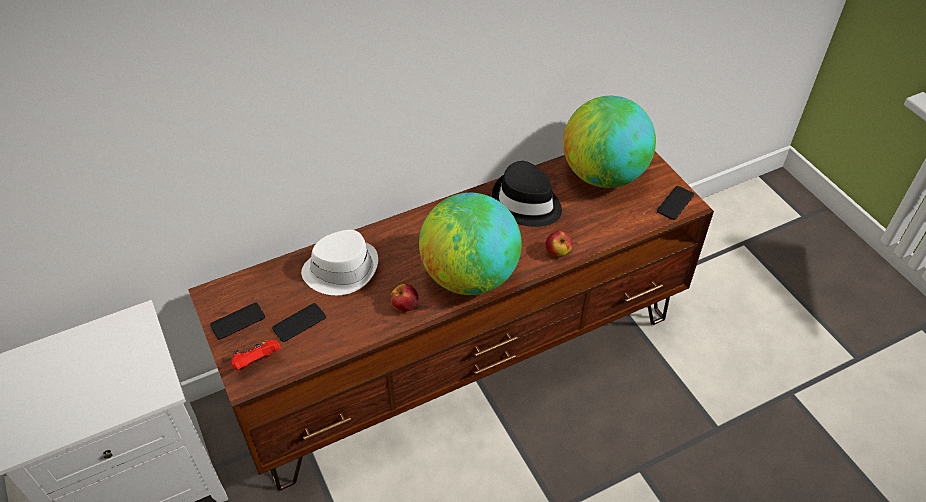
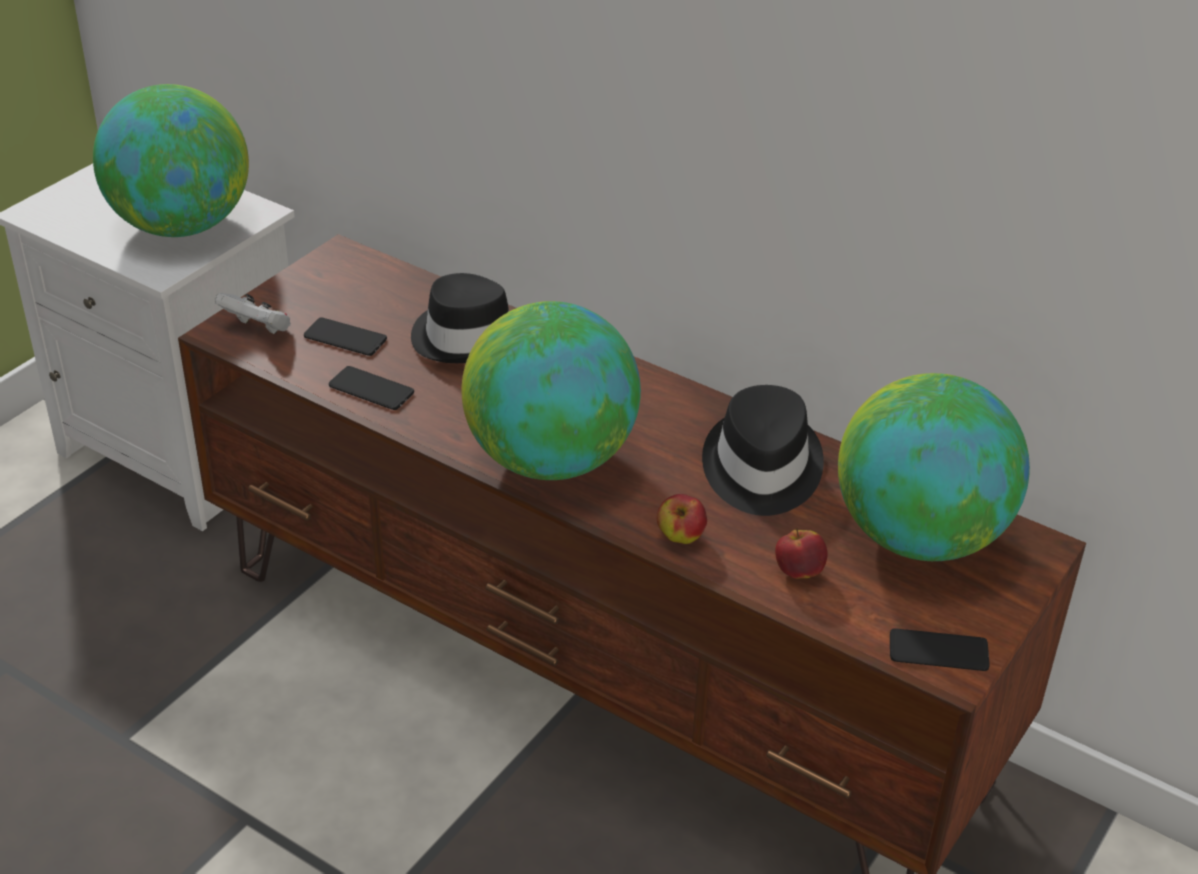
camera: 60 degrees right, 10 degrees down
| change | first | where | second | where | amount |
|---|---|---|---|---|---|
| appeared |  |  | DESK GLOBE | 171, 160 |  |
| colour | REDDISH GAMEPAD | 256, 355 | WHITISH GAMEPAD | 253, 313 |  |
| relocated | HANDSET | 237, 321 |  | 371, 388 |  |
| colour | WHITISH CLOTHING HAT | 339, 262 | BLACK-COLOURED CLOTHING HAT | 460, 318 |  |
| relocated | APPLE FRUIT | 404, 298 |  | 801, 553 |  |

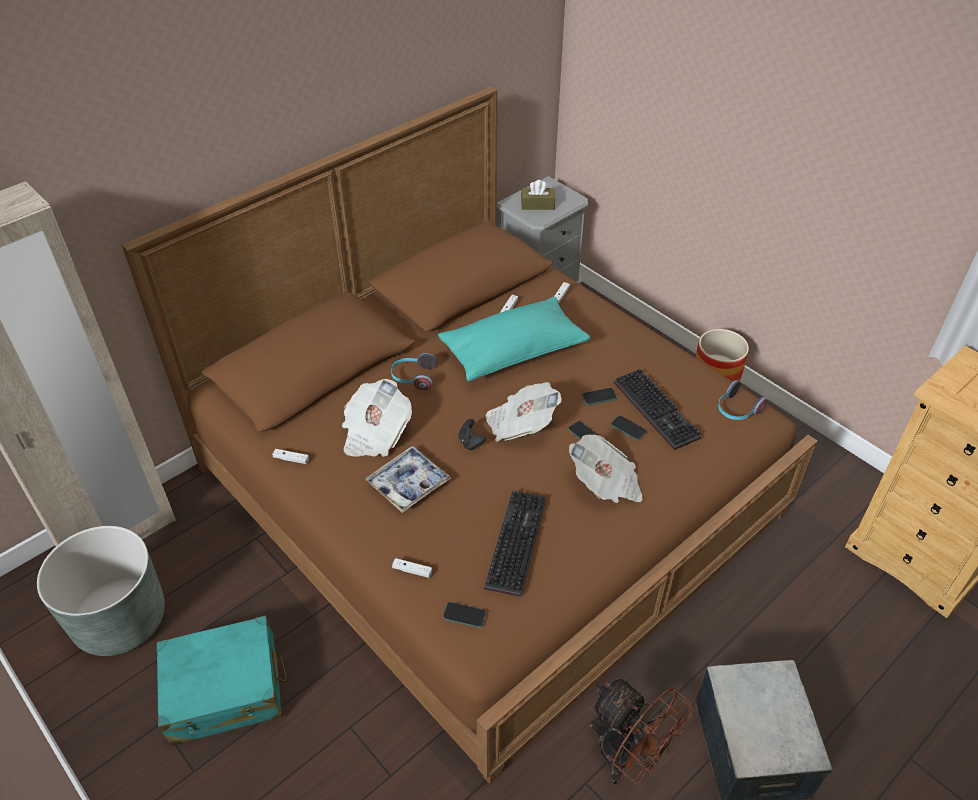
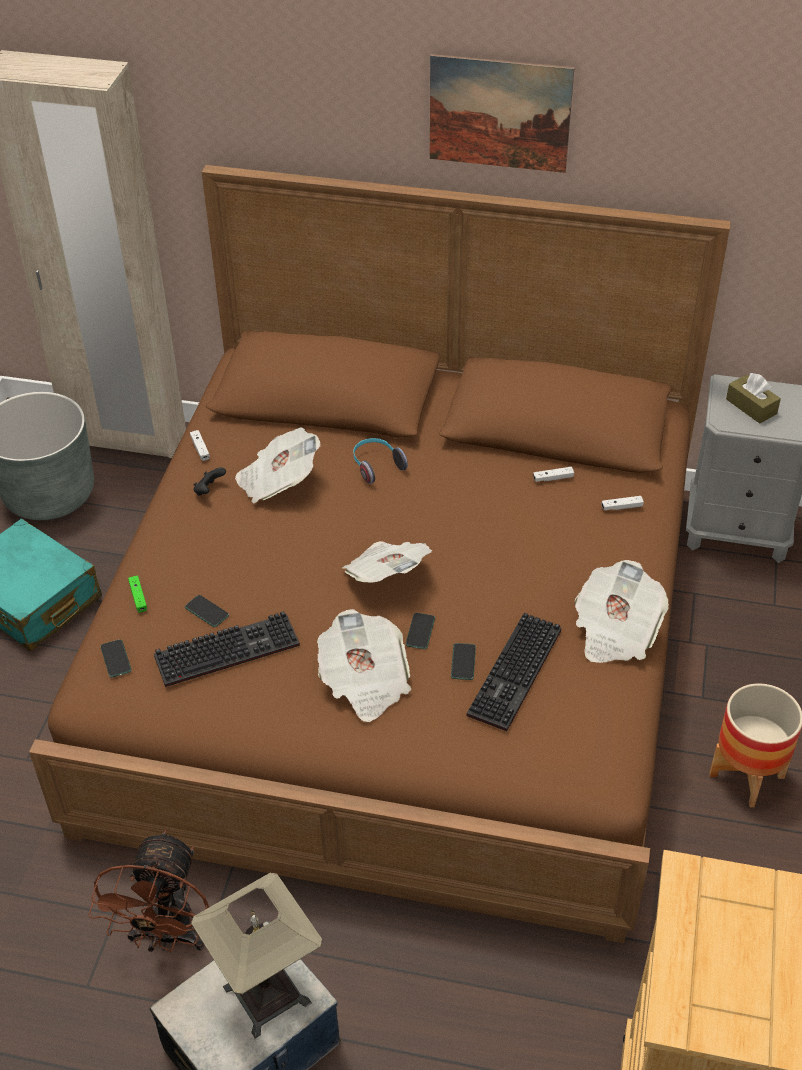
camera: 55 degrees right, 0 degrees up
| change | first | where | second | where | amount |
|---|---|---|---|---|---|
| colour | WHITISH GAMEPAD | 412, 568 | GREEN GAMEPAD | 137, 593 |  |
| relocated | HANDSET | 599, 396 |  | 207, 611 |  |
| appeared |  |  | LAMP FOR A TABLE | 256, 955 |  |
| relocated | BLACK-COLOURED GAMEPAD | 472, 434 |  | 209, 481 |  |
| appeared |  |  | WALL PICTURE | 502, 113 |  |
| appeared |  |  | DAILY PAPER | 621, 611 |  |
| missing | TRAY | 408, 479 |  |  |  |
| missing | BLUE-GREEN THROW PILLOW | 514, 339 |  |  |  |
| missing | HEADPHONES | 742, 400 |  |  |  |

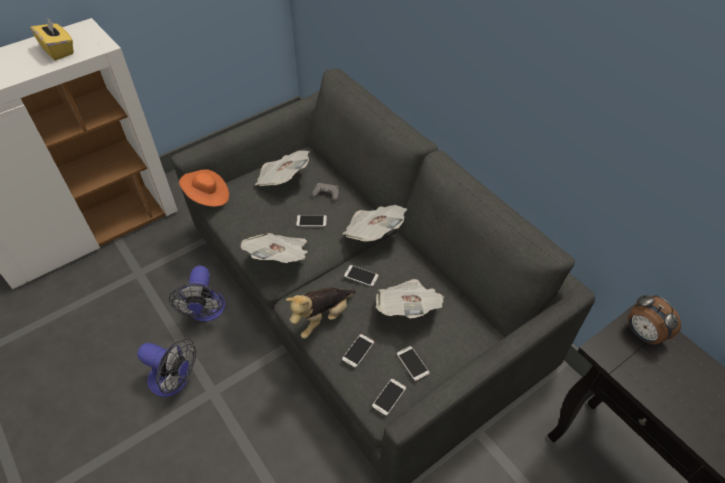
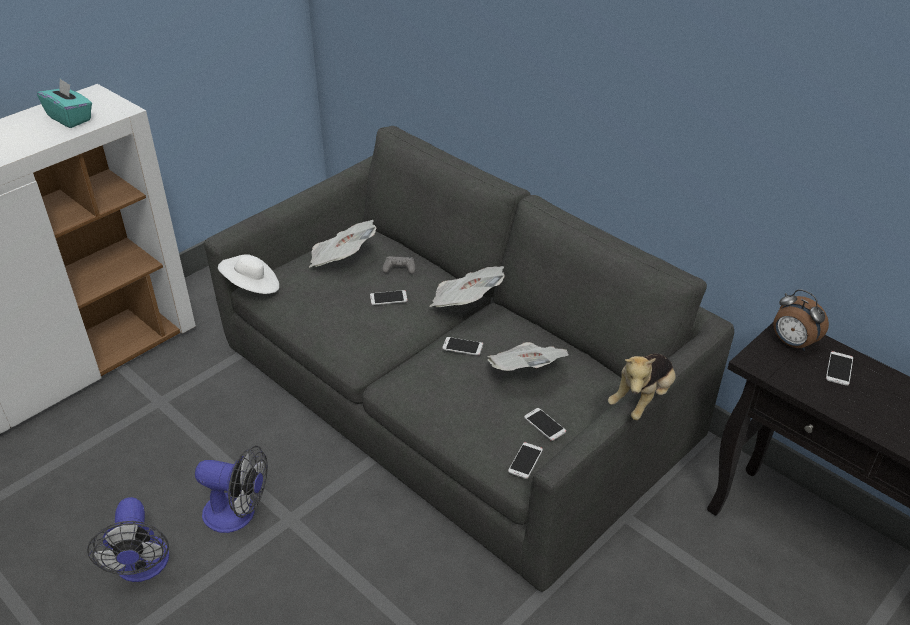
camera: 10 degrees left, 10 degrees down
| change | first | where | second | where | amount |
|---|---|---|---|---|---|
| colour | YELLOW-COLOURED TISSUE HOLDER | 52, 38 | BLUE-GREEN TISSUE HOLDER | 64, 103 |  |
| relocated | COOLING FAN | 197, 294 |  | 128, 539 |  |
| colour | ORANGE CLOTHING HAT | 204, 188 | WHITISH CLOTHING HAT | 248, 274 |  |
| relocated | PLUSH TOY | 320, 313 |  | 642, 386 |  |
| relocated | HANDSET | 358, 351 |  | 839, 368 |  |
| missing | DAILY PAPER | 274, 248 |  |  |  |

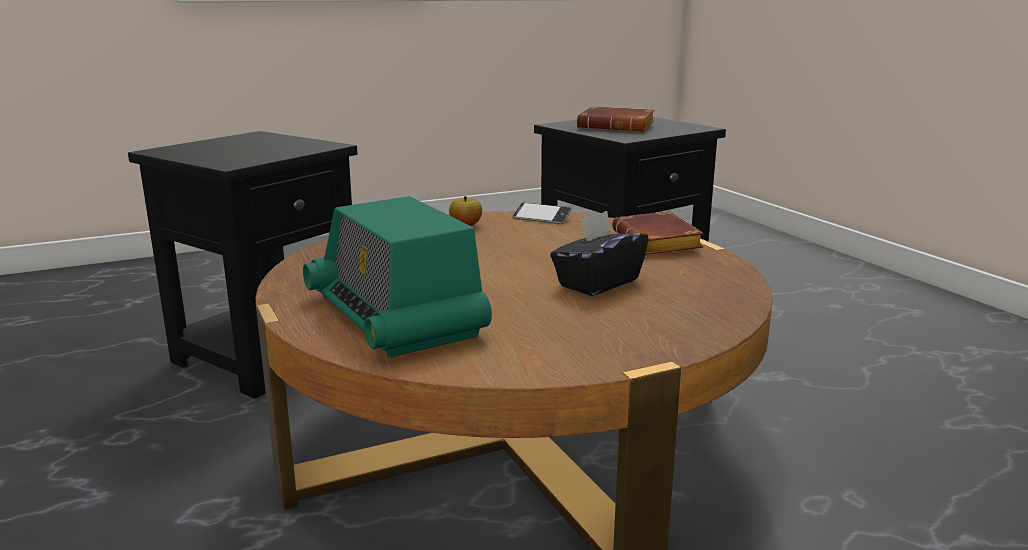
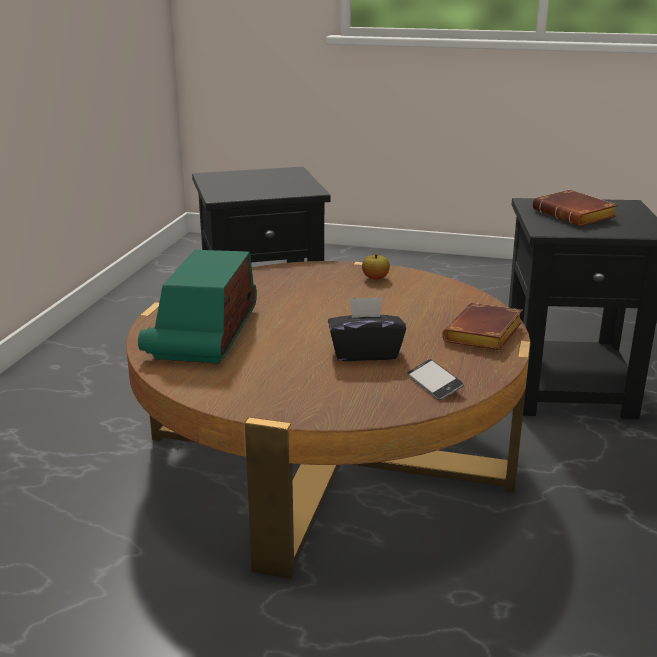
camera: 40 degrees right, 5 degrees up
| change | first | where | second | where | amount |
|---|---|---|---|---|---|
| relocated | HANDSET | 542, 213 |  | 435, 379 |  |

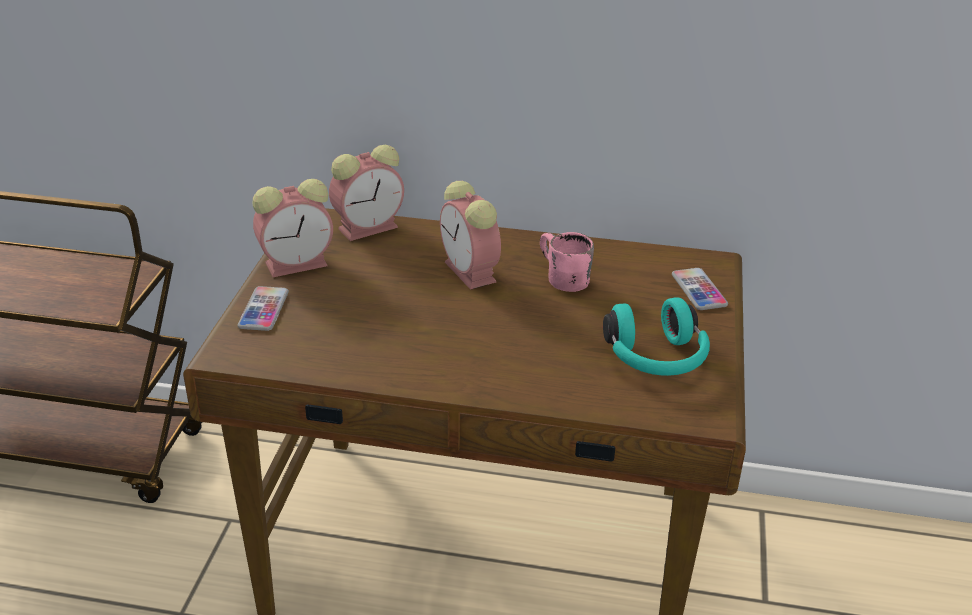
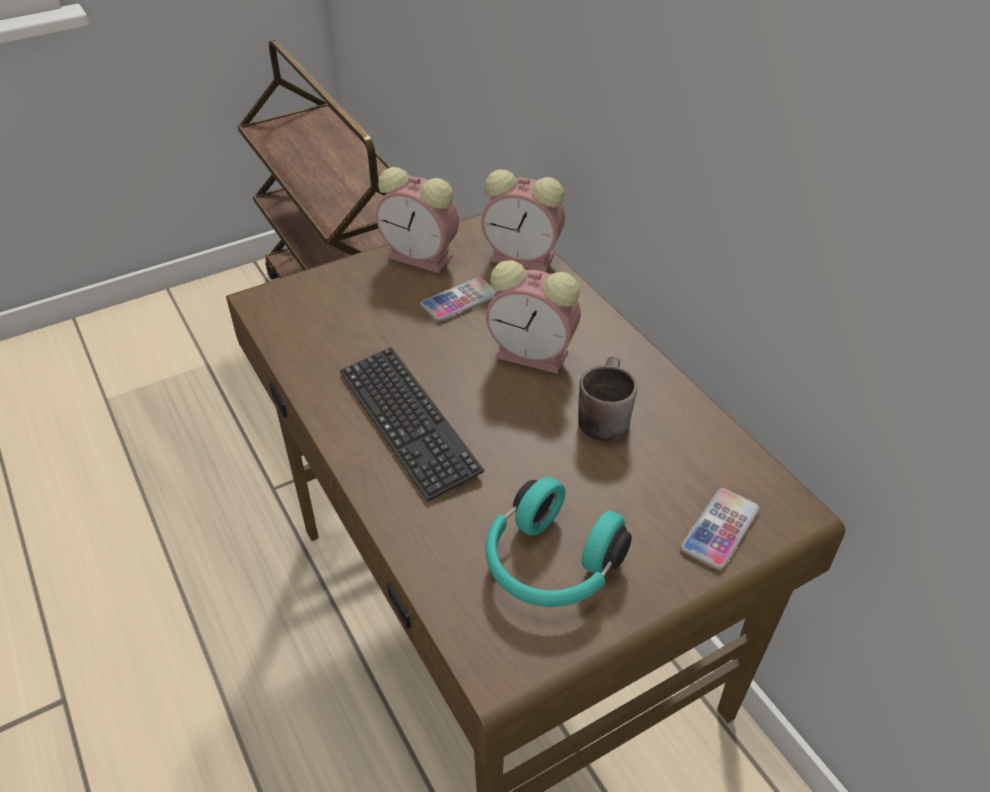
camera: 50 degrees right, 10 degrees up
| change | first | where | second | where | amount |
|---|---|---|---|---|---|
| appeared |  |  | COMPUTER KEYBOARD | 412, 424 |  |
| relocated | HANDSET | 263, 308 |  | 458, 299 |  |
| spun | BEDSIDE CLOCK | 470, 235 |  | 533, 317 | 90 degrees counterclockwise |
| colour | PINK-COLOURED COFFEE MUG | 567, 262 | BROWN COFFEE MUG | 607, 398 |  |

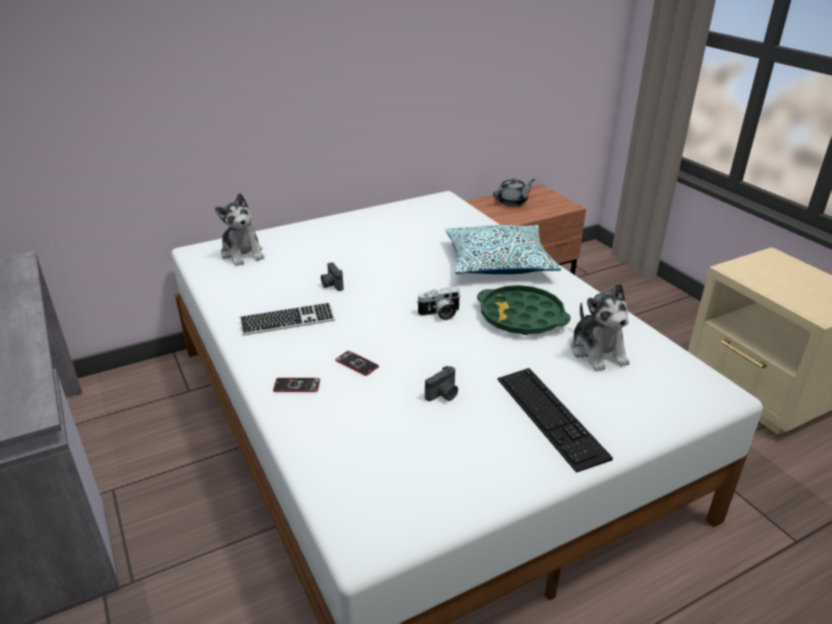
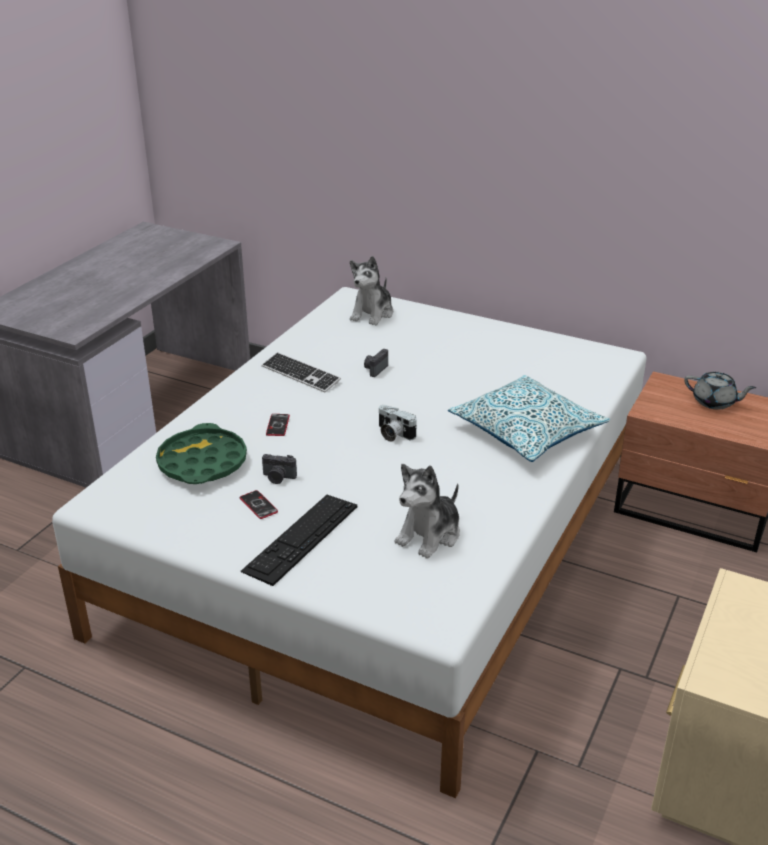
camera: 55 degrees right, 0 degrees up
| change | first | where | second | where | amount |
|---|---|---|---|---|---|
| relocated | GREEN TRAY | 524, 310 |  | 201, 453 |  |
| relocated | HANDSET | 296, 385 |  | 259, 504 |  |

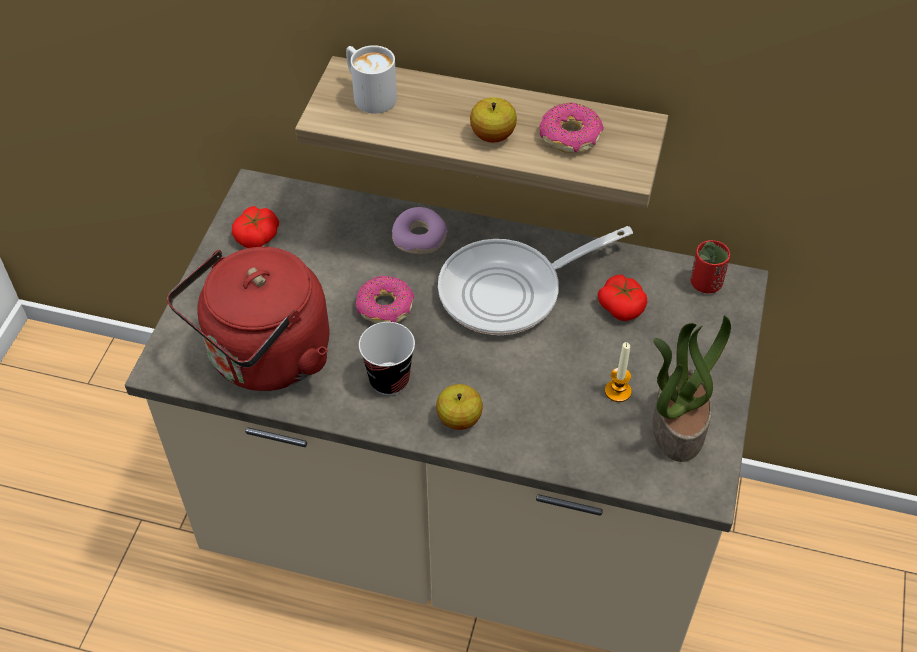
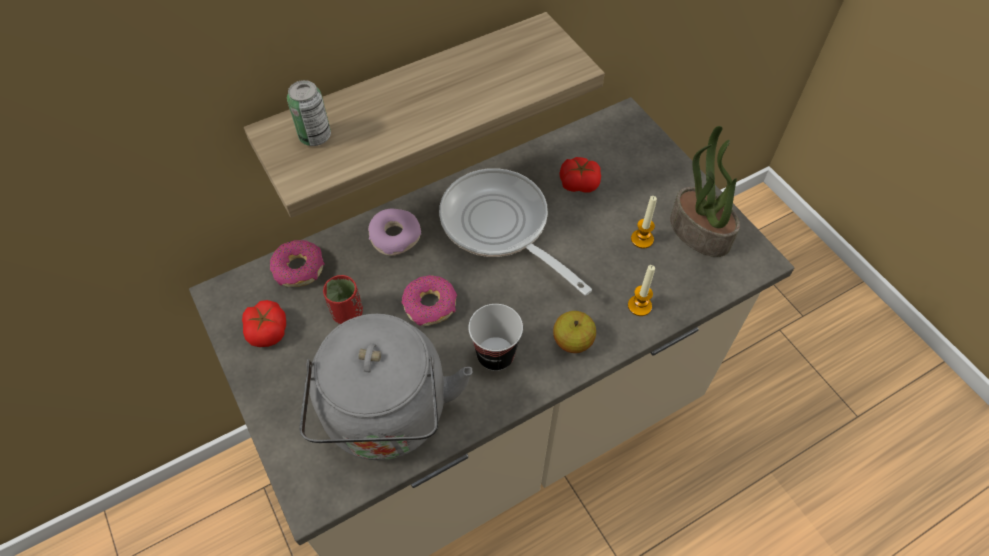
camera: 45 degrees left, 5 degrees up
| change | first | where | second | where | amount |
|---|---|---|---|---|---|
| relocated | RING DOUGHNUT | 571, 127 |  | 297, 263 |  |
| exchanged | WHITISH COFFEE MUG | 371, 79 | METAL CAN | 309, 113 |  |
| colour | REDDISH KETTLE | 248, 319 | GRAY KETTLE | 386, 387 |  |
| relocated | REDDISH SMALL CUP | 710, 266 |  | 343, 299 |  |
| spun | FRYING PAN | 535, 280 |  | 515, 231 | 120 degrees clockwise |
| appeared |  |  | WAX CANDLE | 641, 290 |  |
| missing | APPLE FRUIT | 493, 119 |  |  |  |

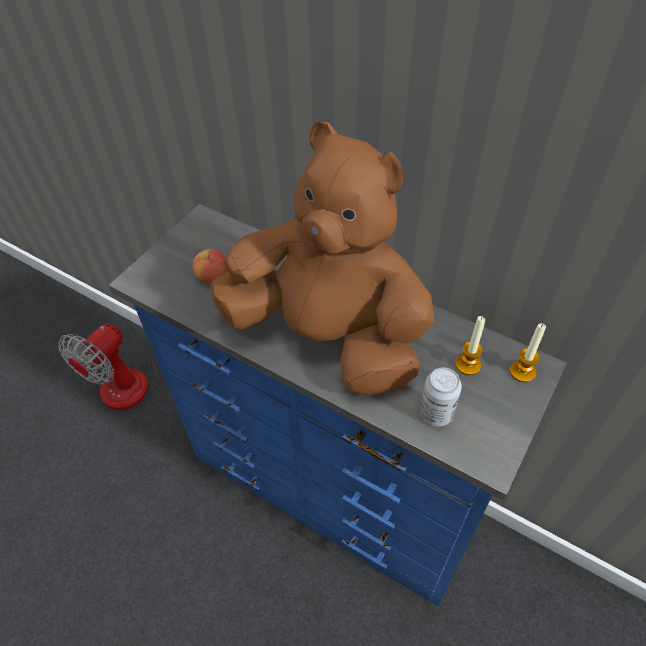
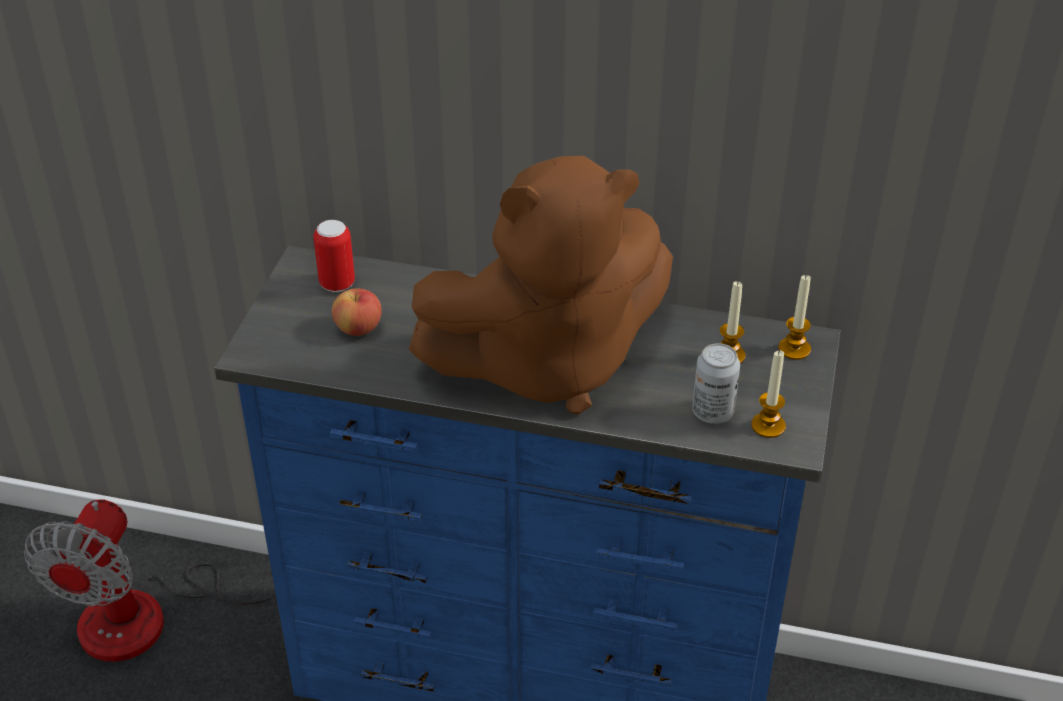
camera: 20 degrees left, 10 degrees down
| change | first | where | second | where | amount |
|---|---|---|---|---|---|
| appeared |  |  | METAL CAN | 334, 256 |  |
| spun | BROWN PLUSH TOY | 322, 258 |  | 541, 285 | 150 degrees clockwise |
| appeared |  |  | WAX CANDLE | 768, 394 |  |

